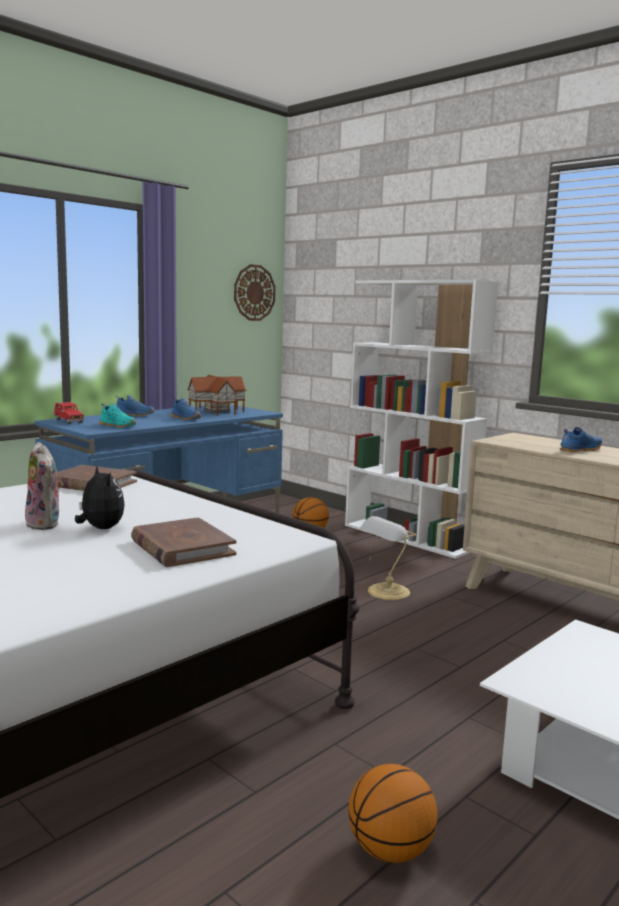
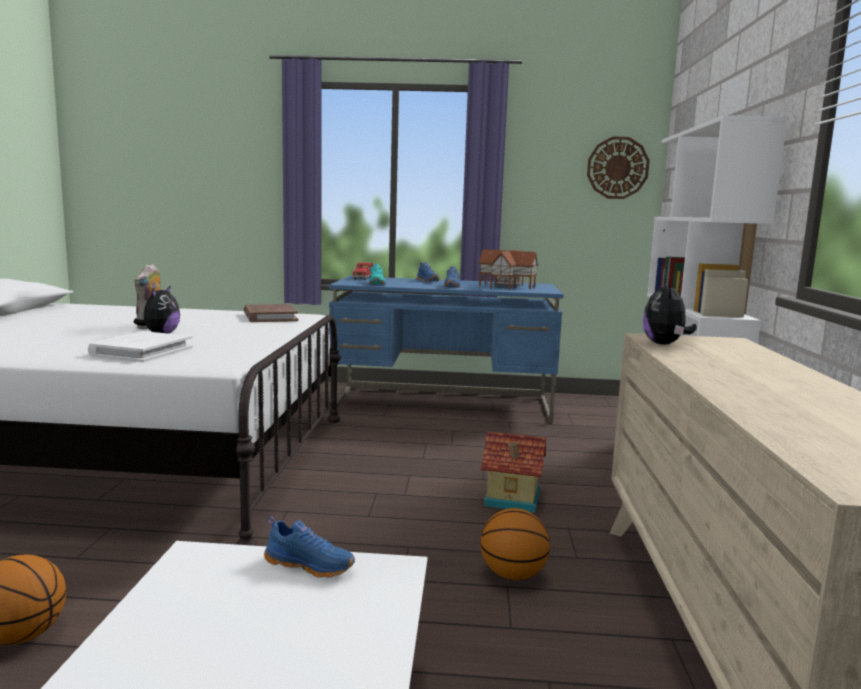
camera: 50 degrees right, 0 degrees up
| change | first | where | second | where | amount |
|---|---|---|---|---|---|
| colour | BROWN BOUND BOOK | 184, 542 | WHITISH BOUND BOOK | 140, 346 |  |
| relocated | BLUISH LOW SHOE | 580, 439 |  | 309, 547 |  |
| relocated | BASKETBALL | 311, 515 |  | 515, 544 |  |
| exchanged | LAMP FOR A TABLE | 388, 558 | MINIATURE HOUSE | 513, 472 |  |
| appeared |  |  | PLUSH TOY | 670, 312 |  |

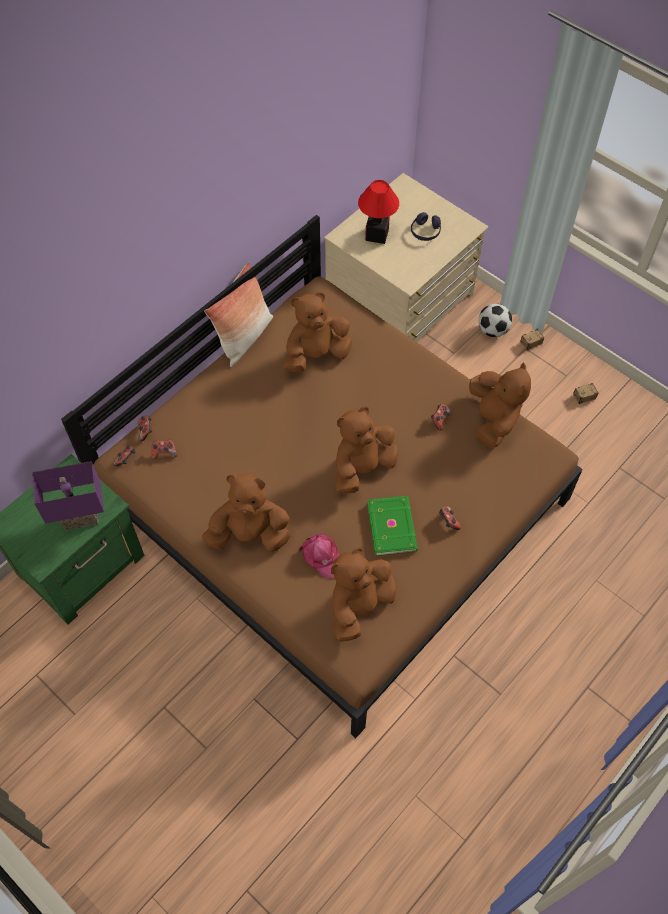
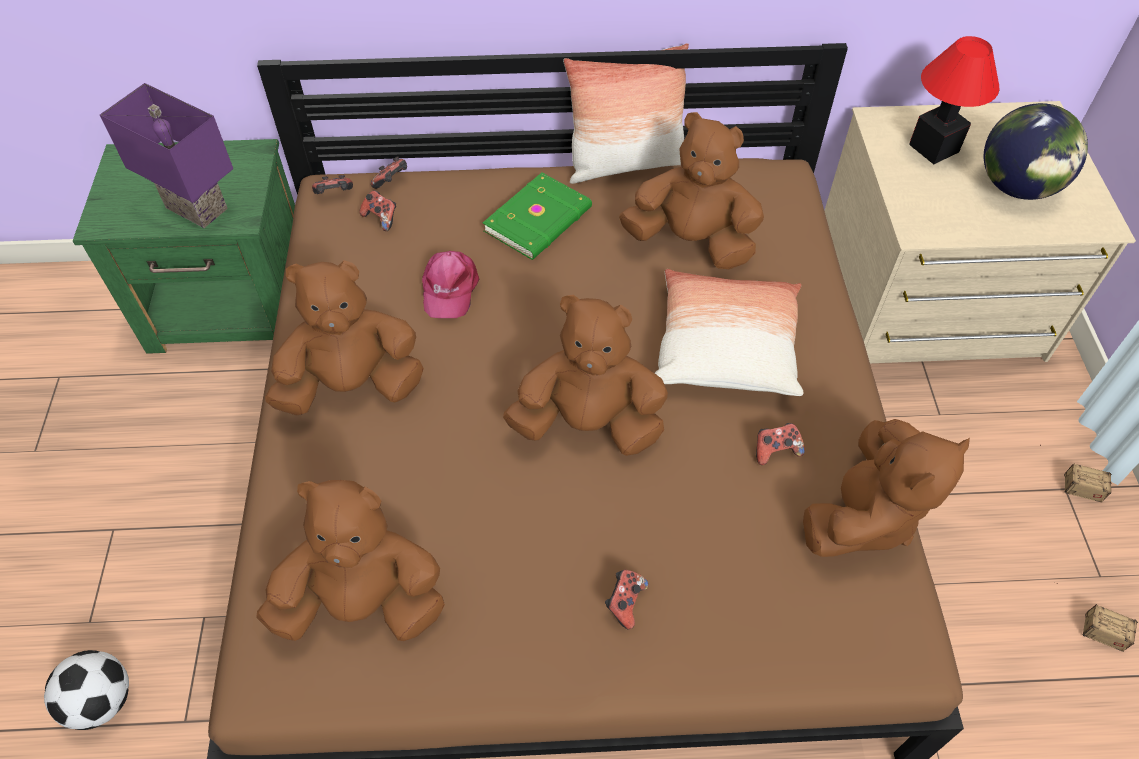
camera: 45 degrees right, 5 degrees down
| change | first | where | second | where | amount |
|---|---|---|---|---|---|
| relocated | BALL FOR FOOTBALL | 495, 320 |  | 86, 690 |  |
| spun | BROWN PLUSH TOY | 246, 513 |  | 344, 338 | 60 degrees counterclockwise |
| relocated | PINK-COLOURED CAP | 320, 556 |  | 450, 284 |  |
| relocated | GREEN BOUND BOOK | 392, 526 |  | 537, 216 |  |
| appeared |  |  | THROW PILLOW | 729, 332 |  |
| exchanged | PURPLE HEADPHONES | 426, 226 | DESK GLOBE | 1036, 151 |  |

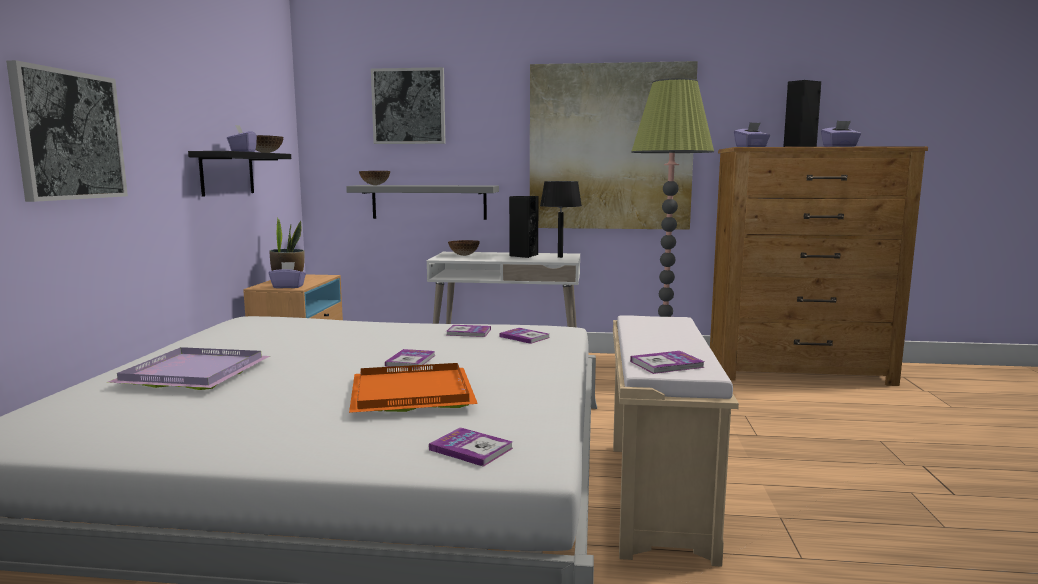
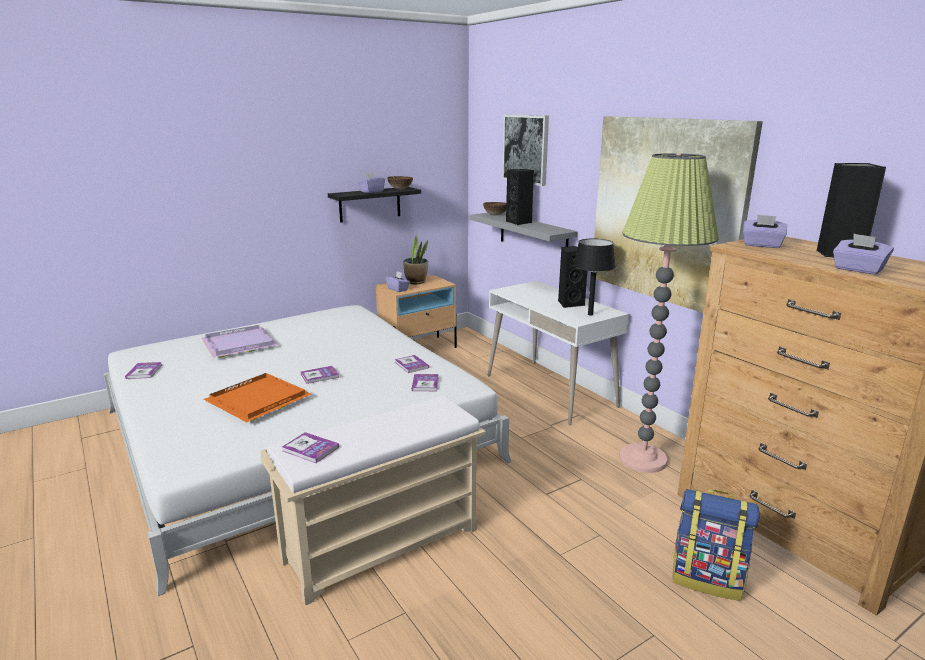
camera: 50 degrees right, 10 degrees up
| change | first | where | second | where | amount |
|---|---|---|---|---|---|
| relocated | BOUND BOOK | 471, 447 |  | 143, 370 |  |
| appeared |  |  | BLACK-COLOURED AUDIO SPEAKER | 520, 197 |  |
| appeared |  |  | KNAPSACK | 716, 545 |  |
| missing | WALL PICTURE | 67, 131 |  |  |  |
| missing | SERVING BOWL | 464, 248 |  |  |  |

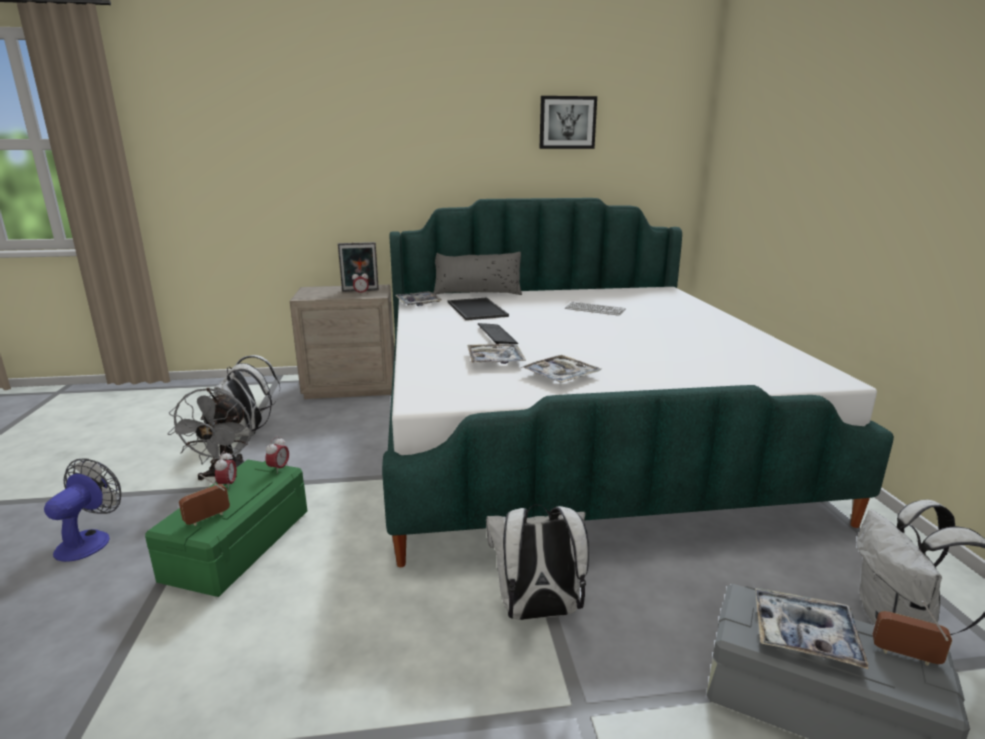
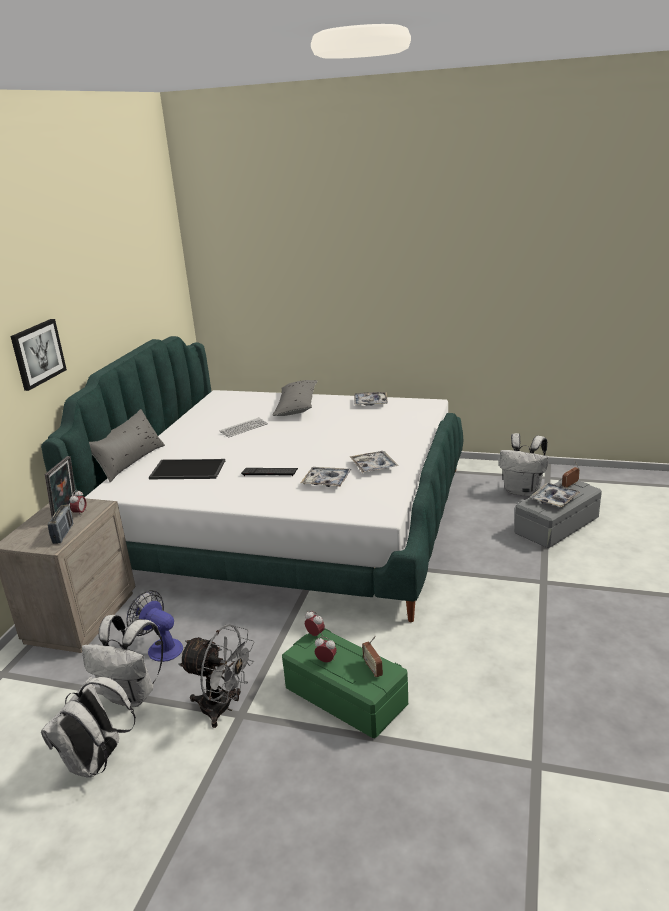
camera: 65 degrees left, 5 degrees up
| change | first | where | second | where | amount |
|---|---|---|---|---|---|
| relocated | WALL PICTURE | 568, 122 |  | 38, 355 |  |
| relocated | WHITISH KNAPSACK | 537, 562 |  | 88, 727 |  |
| appeared |  |  | RADIO RECEIVER | 60, 524 |  |
| relocated | COOLING FAN | 82, 510 |  | 154, 626 |  |
| appeared |  |  | GRAY THROW PILLOW | 294, 398 |  |
| relocated | TRAY | 418, 298 |  | 371, 399 |  |

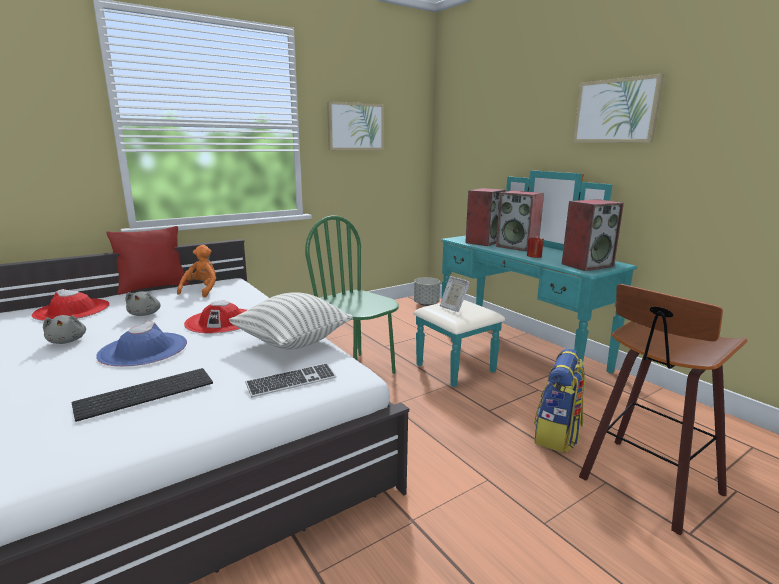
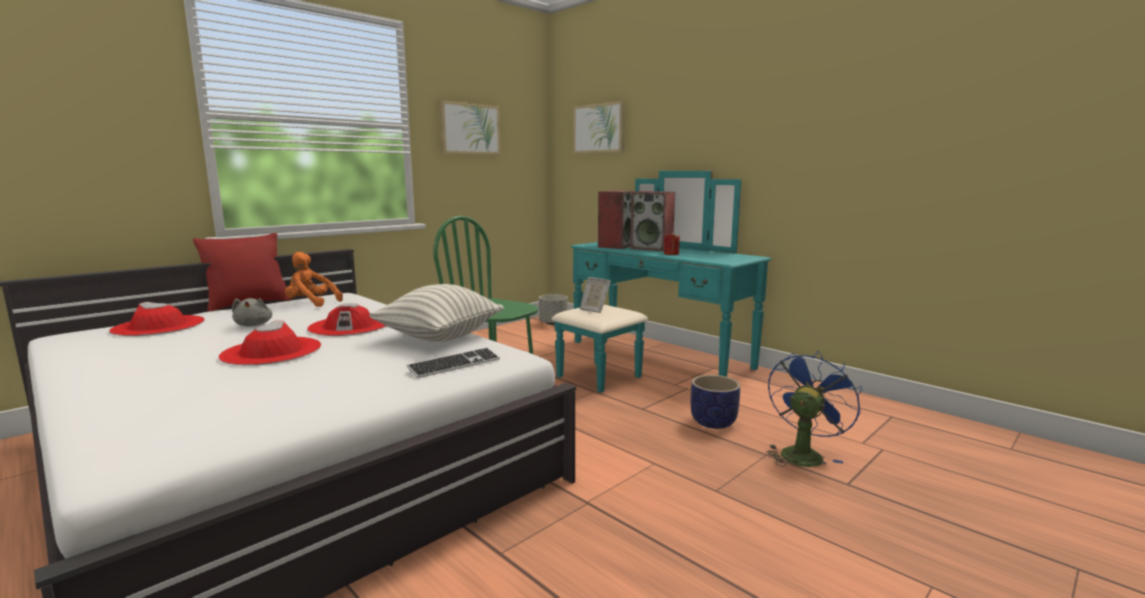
camera: 10 degrees left, 5 degrees down
| change | first | where | second | where | amount |
|---|---|---|---|---|---|
| colour | BLUISH CLOTHING HAT | 141, 344 | REDDISH CLOTHING HAT | 270, 343 |  |
| spun | ORANGE PLUSH TOY | 196, 271 |  | 314, 279 | 75 degrees counterclockwise |
| relocated | WALL PICTURE | 618, 108 |  | 599, 127 |  |
| exchanged | KNAPSACK | 559, 401 | PLANTER | 715, 402 |  |
| exchanged | STOOL | 663, 410 | BLUISH COOLING FAN | 814, 408 |  |
| missing | GRAY PLUSH TOY | 64, 329 |  |  |  |
| missing | COMPUTER KEYBOARD | 142, 395 |  |  |  |
| missing | AUDIO SPEAKER | 593, 235 |  |  |  |

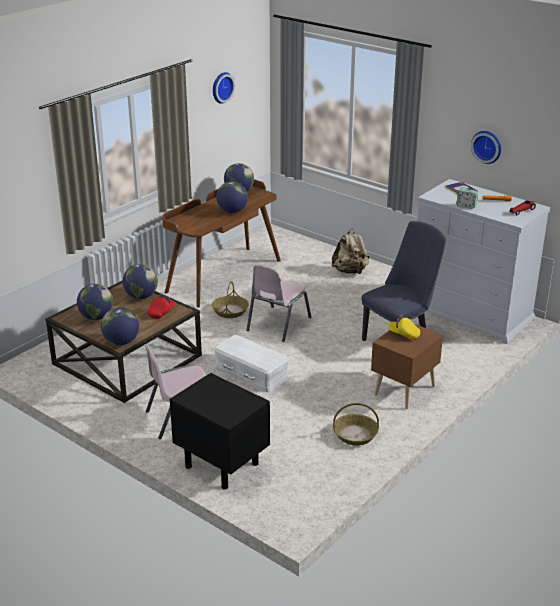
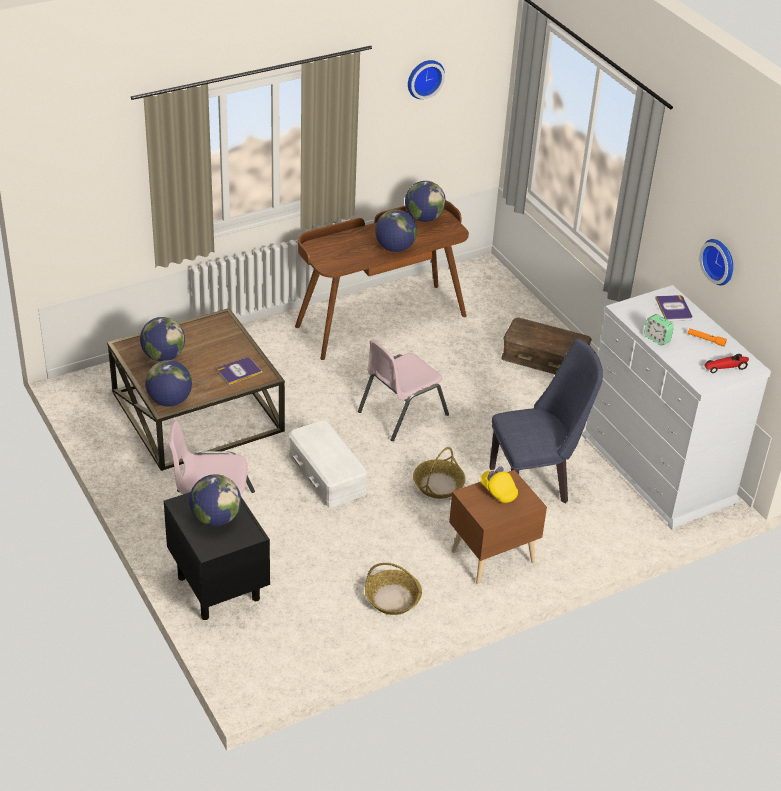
camera: 20 degrees right, 10 degrees up
| change | first | where | second | where | amount |
|---|---|---|---|---|---|
| relocated | DESK GLOBE | 140, 281 |  | 215, 500 |  |
| exchanged | REDDISH CAP | 161, 306 | BOUND BOOK | 239, 371 |  |
| relocated | BASKET | 230, 299 |  | 439, 473 |  |
| exchanged | BEIGE KNAPSACK | 350, 251 | BROWN STORAGE BOX | 546, 345 |  |

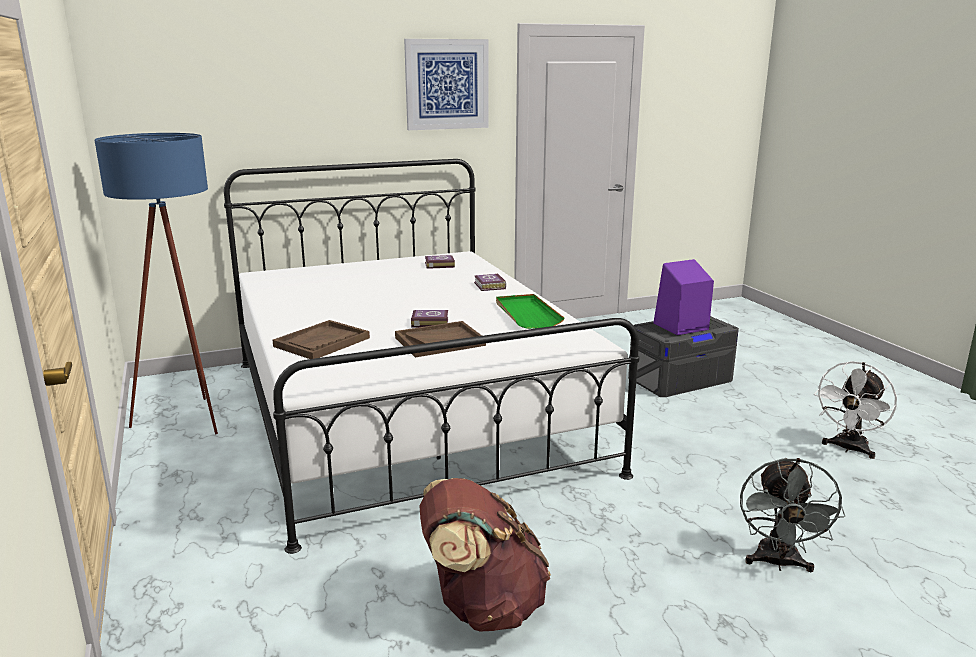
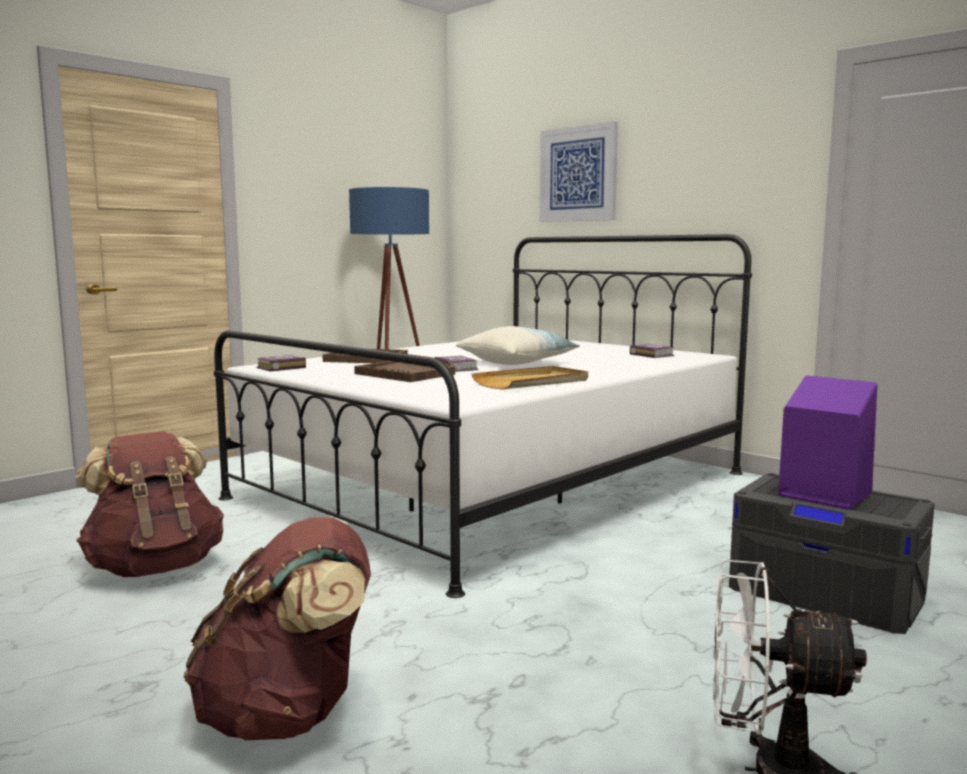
camera: 65 degrees right, 10 degrees down
| change | first | where | second | where | amount |
|---|---|---|---|---|---|
| exchanged | GRAY COOLING FAN | 792, 515 | BROWN KNAPSACK | 277, 628 |  |
| relocated | BOUND BOOK | 490, 282 |  | 281, 363 |  |
| appeared |  |  | THROW PILLOW | 518, 345 |  |
| colour | GREEN TRAY | 530, 311 | BEIGE TRAY | 529, 378 |  |
| relocated | WALL PICTURE | 446, 84 |  | 579, 171 |  |

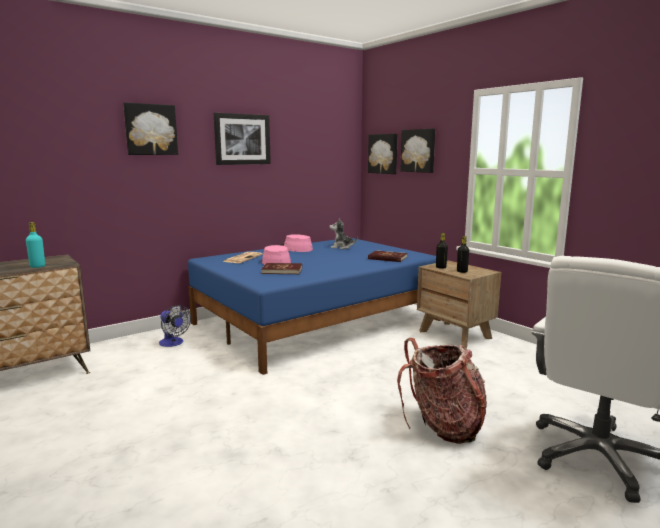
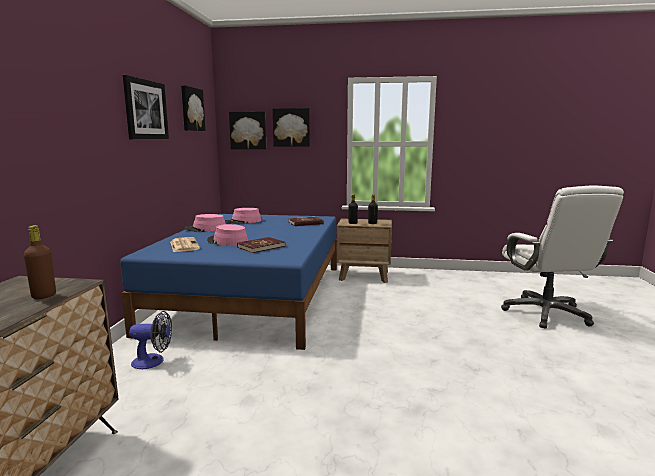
camera: 45 degrees left, 0 degrees up
| change | first | where | second | where | amount |
|---|---|---|---|---|---|
| colour | BLUE-GREEN BEVERAGE BOTTLE | 35, 245 | BROWN BEVERAGE BOTTLE | 40, 262 |  |
| relocated | WALL PICTURE | 150, 128 |  | 193, 108 |  |
| exchanged | PLUSH TOY | 344, 234 | PINK-COLOURED CLOTHING HAT | 243, 216 |  |
| missing | KNAPSACK | 442, 391 |  |  |  |

